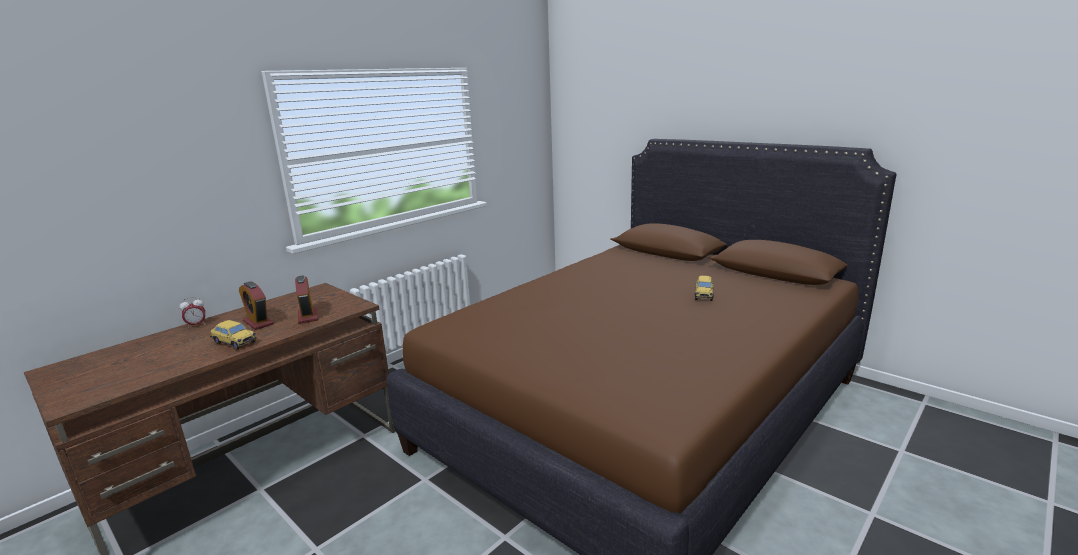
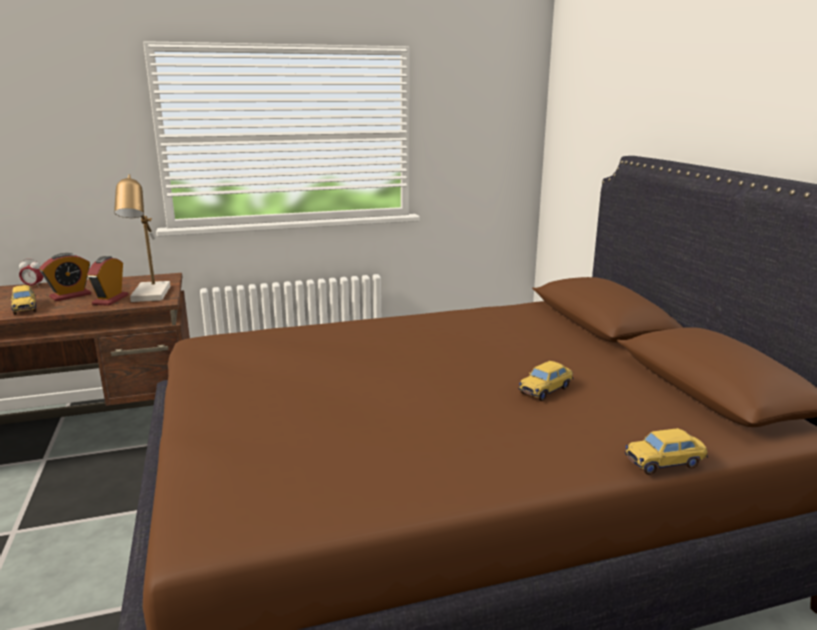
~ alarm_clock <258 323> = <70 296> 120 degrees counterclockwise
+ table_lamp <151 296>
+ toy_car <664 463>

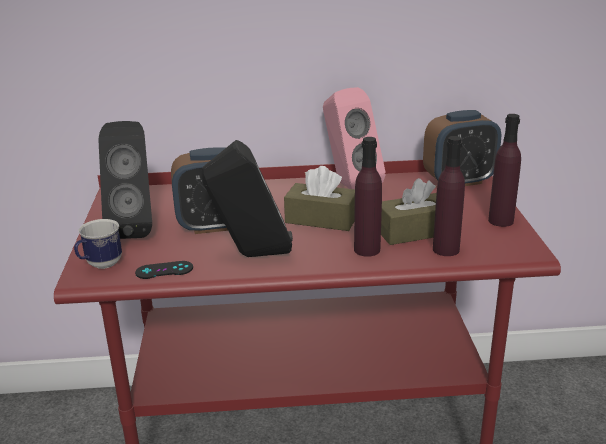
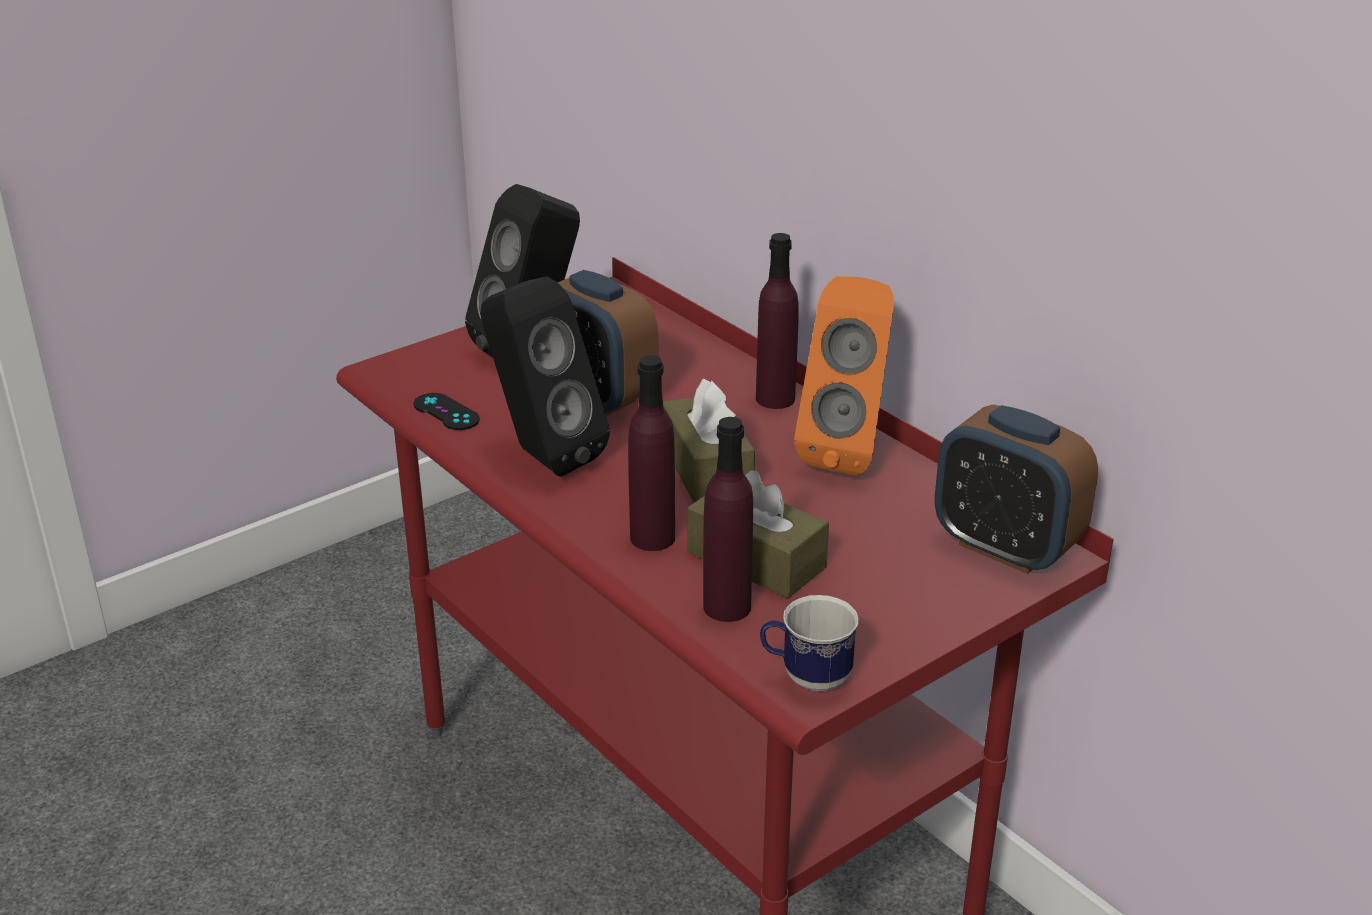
~ mug <100 265> to <806 677>
~ pink_speaker <348 186> to orange_speaker <849 451>
~ purple_bottle <500 221> to <775 398>

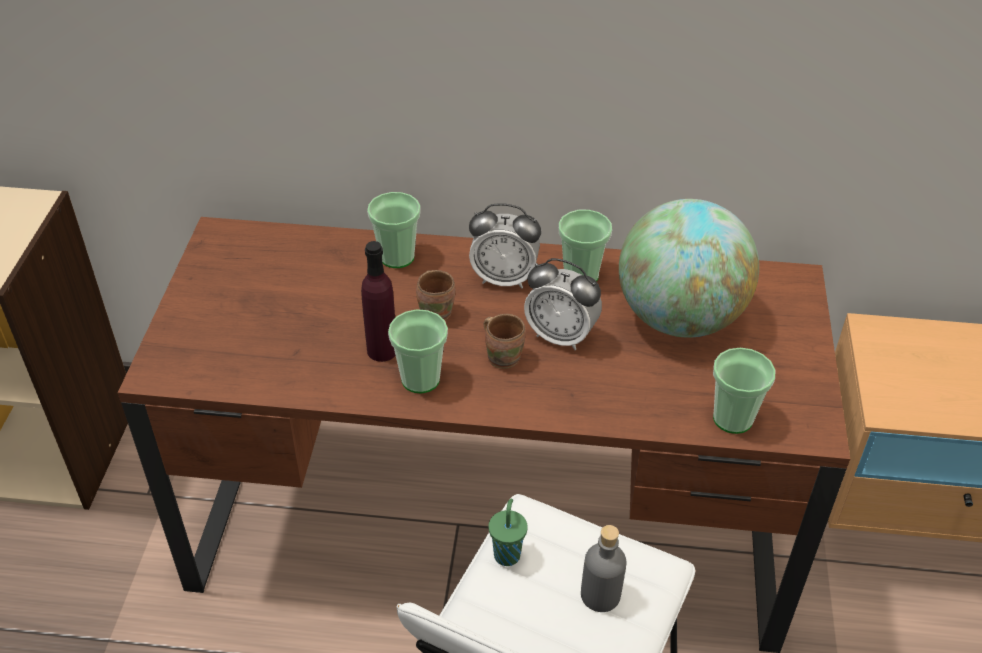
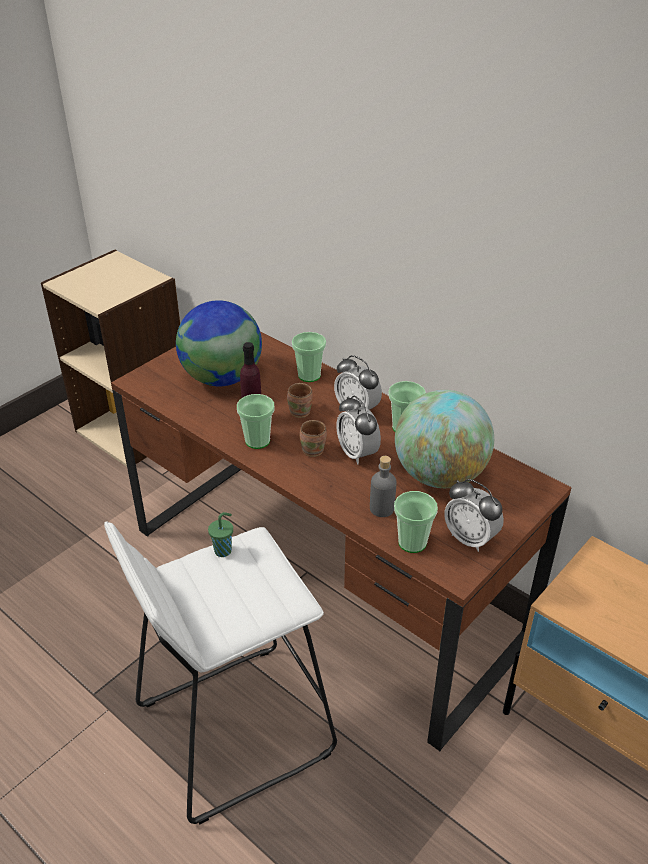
~ grey_bottle <600 595> to <382 508>
+ globe <222 378>
+ alarm_clock <470 538>

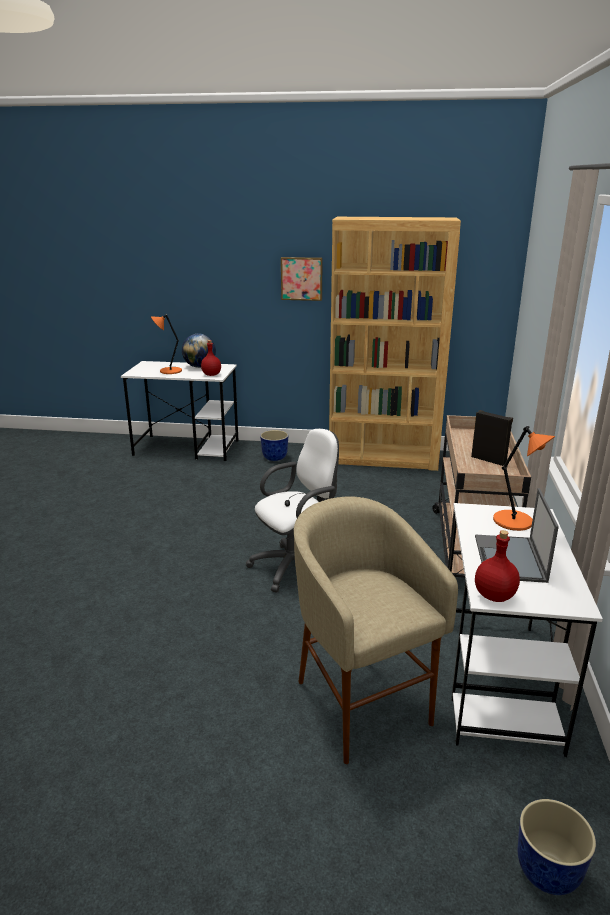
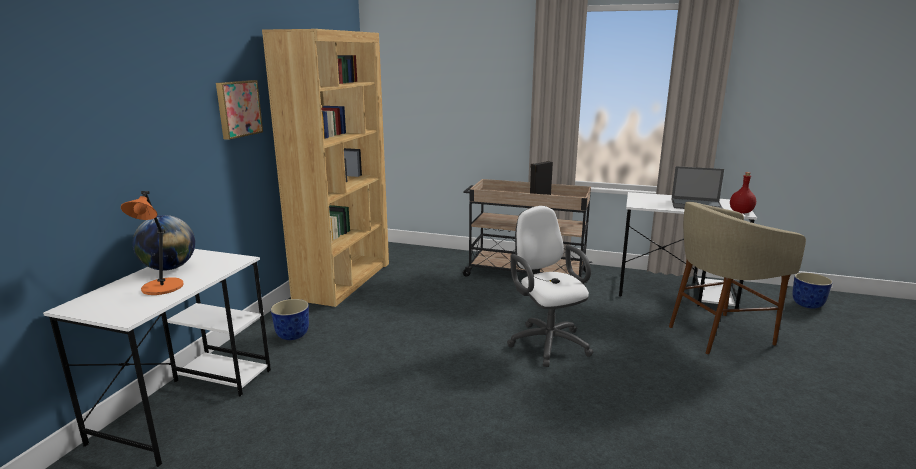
- red_bottle <211 375>
- orange_table_lamp <515 522>

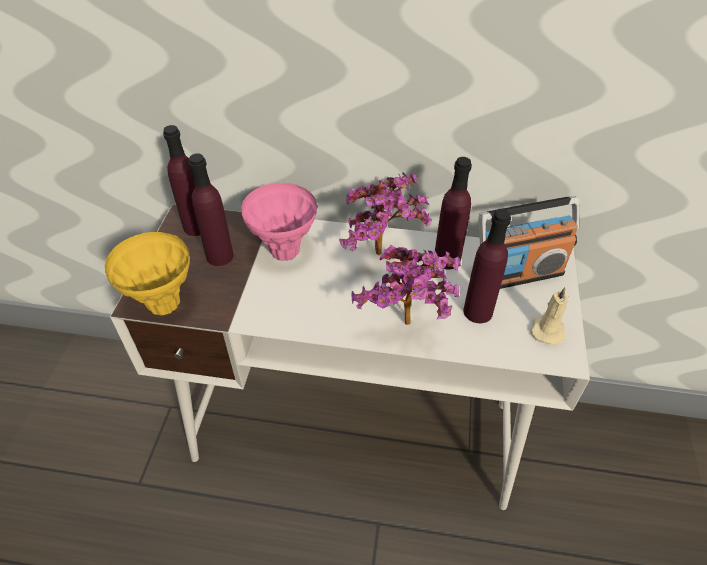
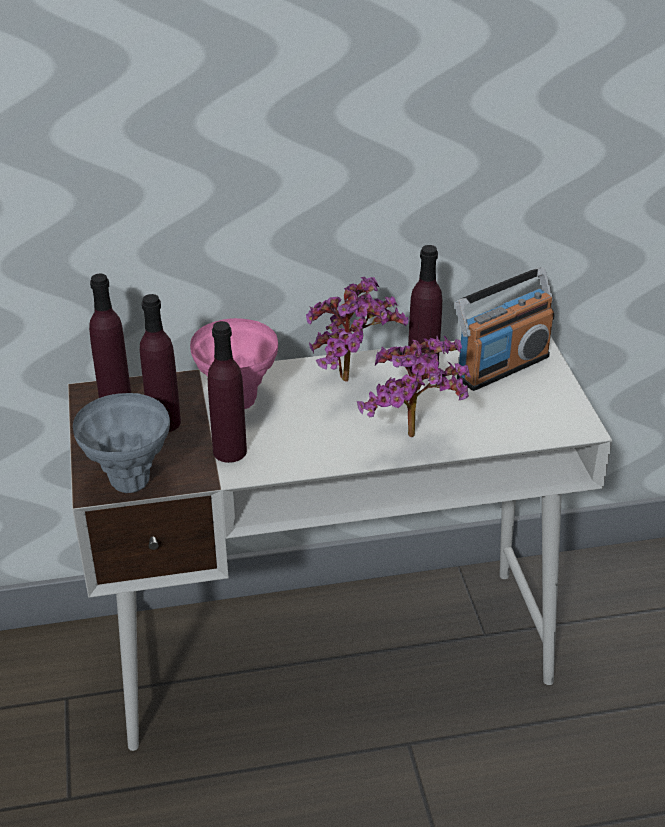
~ yellow_vase <163 304> to grey_vase <129 482>
~ purple_bottle <478 311> to <229 451>
- beige_candle <547 329>

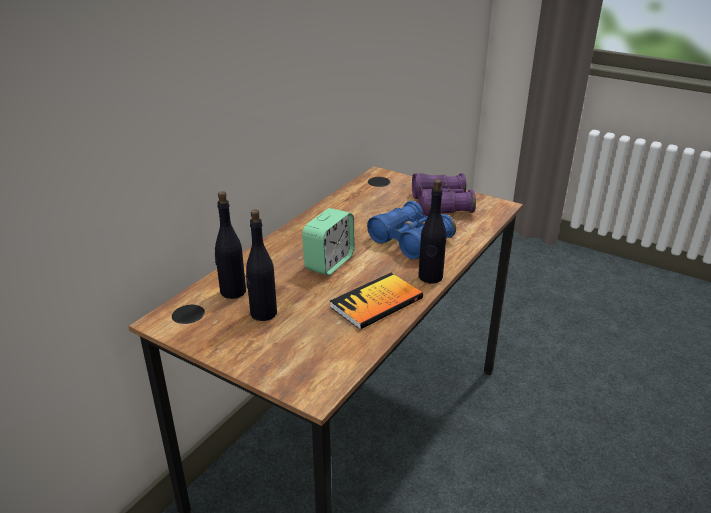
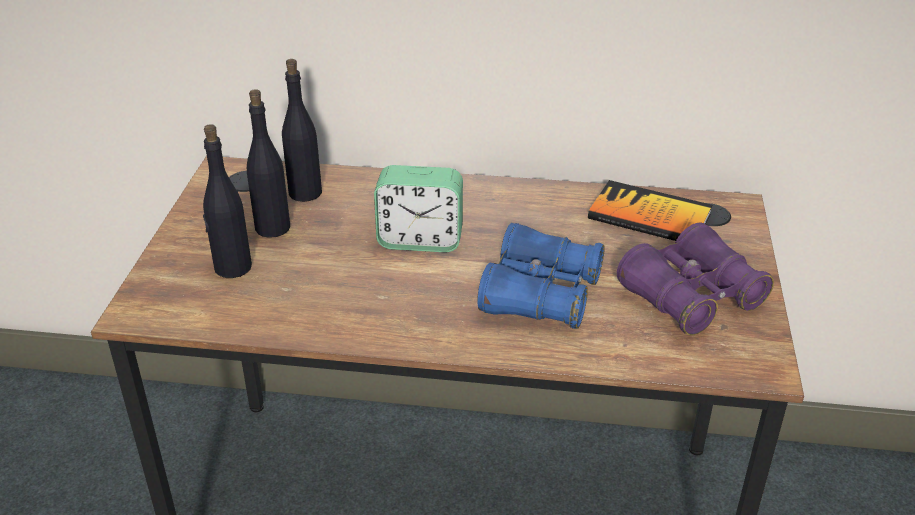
~ book <376 302> to <649 216>
~ black_bottle <430 277> to <232 267>

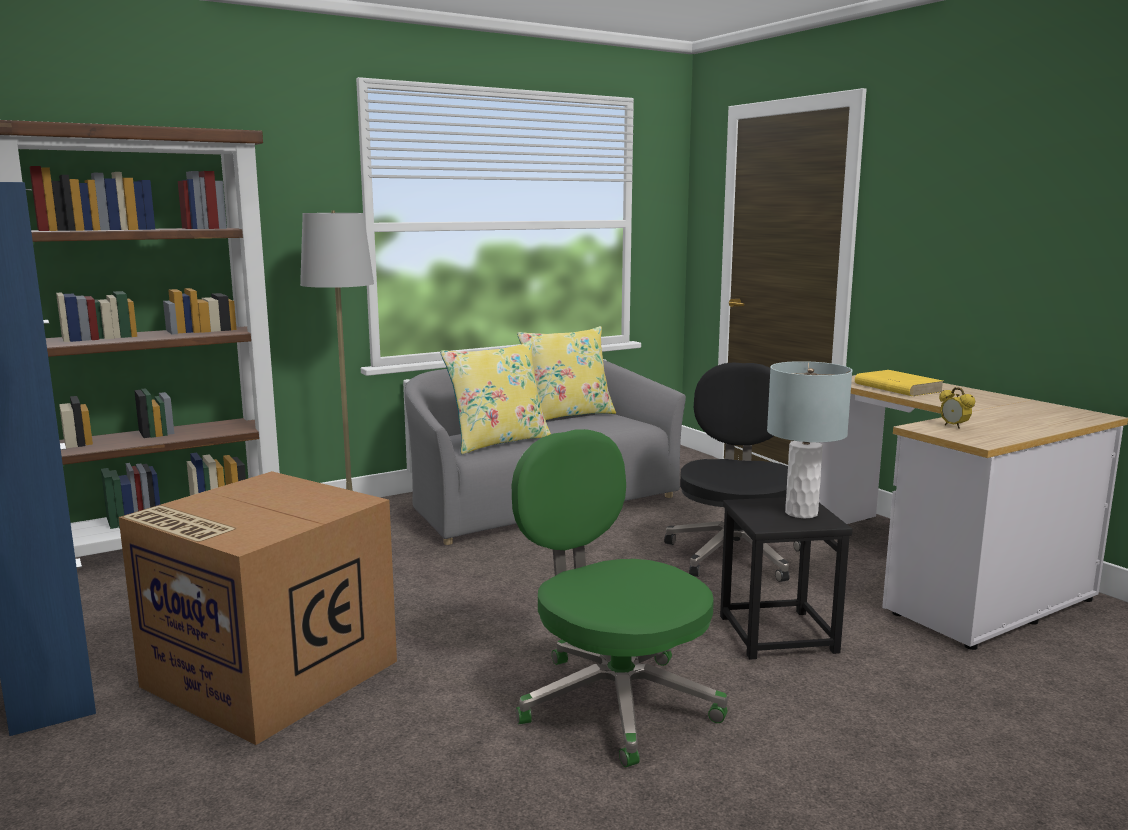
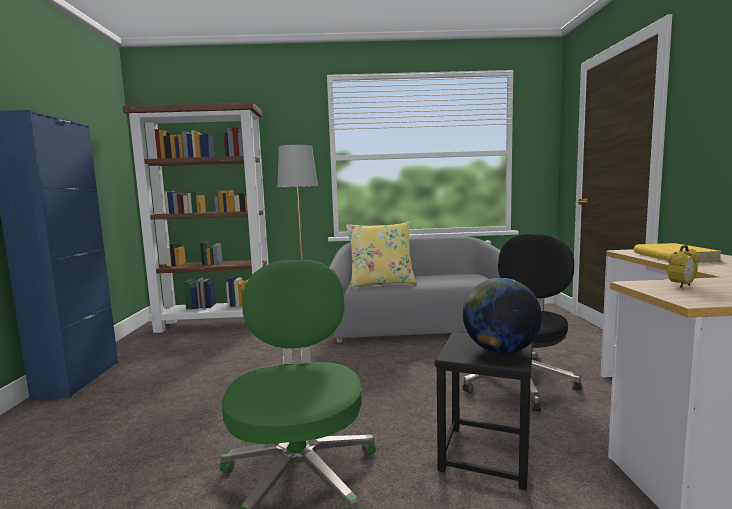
- cardboard_box <267 674>
- yellow_pillow <567 415>
~ grey_table_lamp <800 513> to globe <500 350>
~ alarm_clock <954 426> = <681 286> 120 degrees counterclockwise

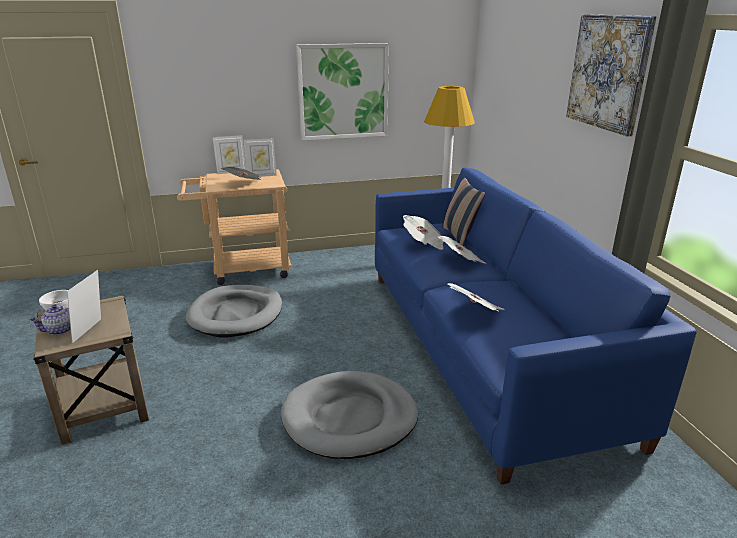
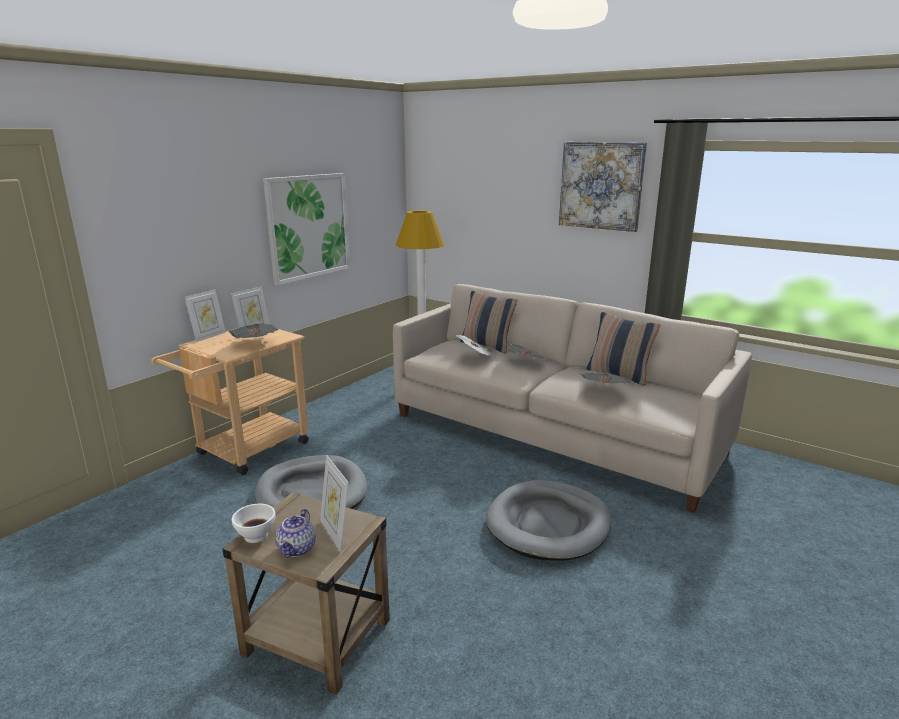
~ blue_sofa <483 347> to beige_sofa <553 433>
+ pillow <619 375>

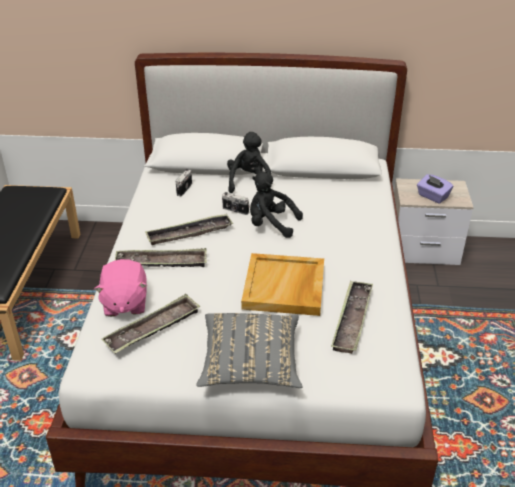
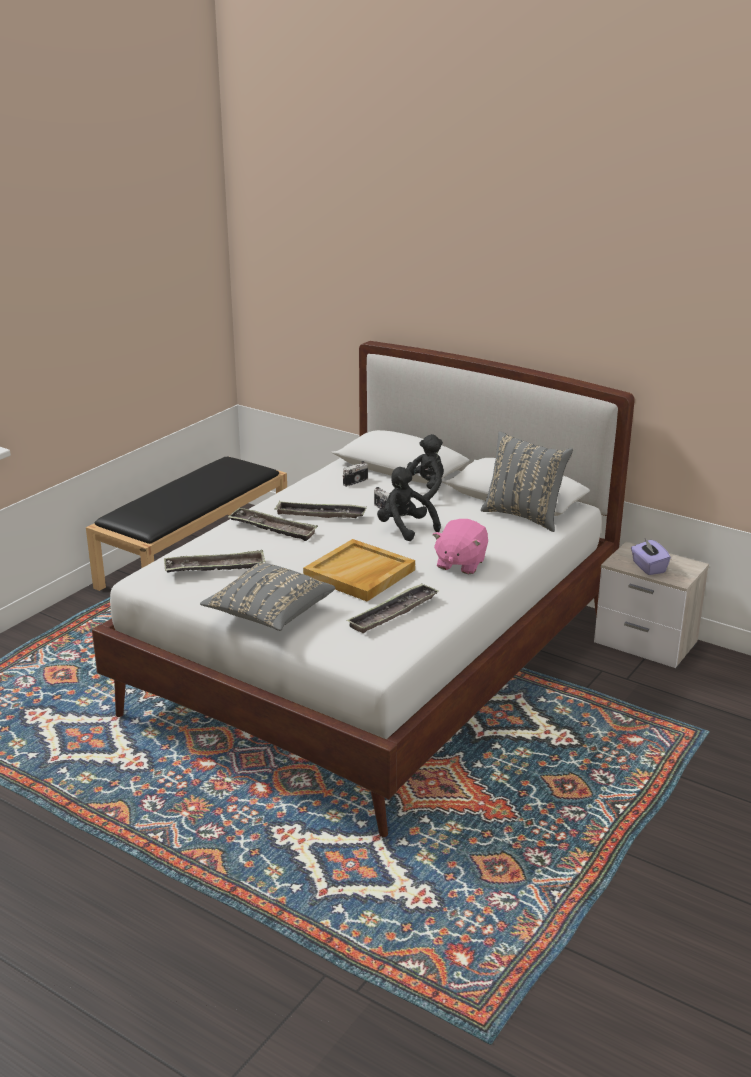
~ pink_plush_toy <124 303> to <460 563>
+ grey_pillow <524 516>

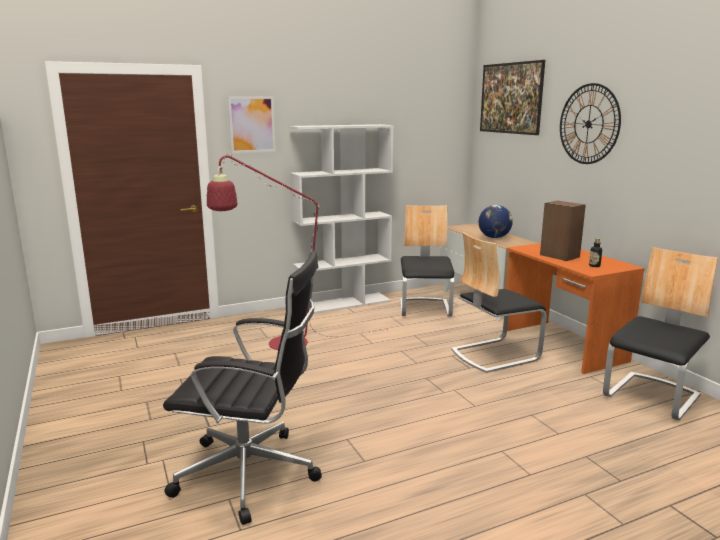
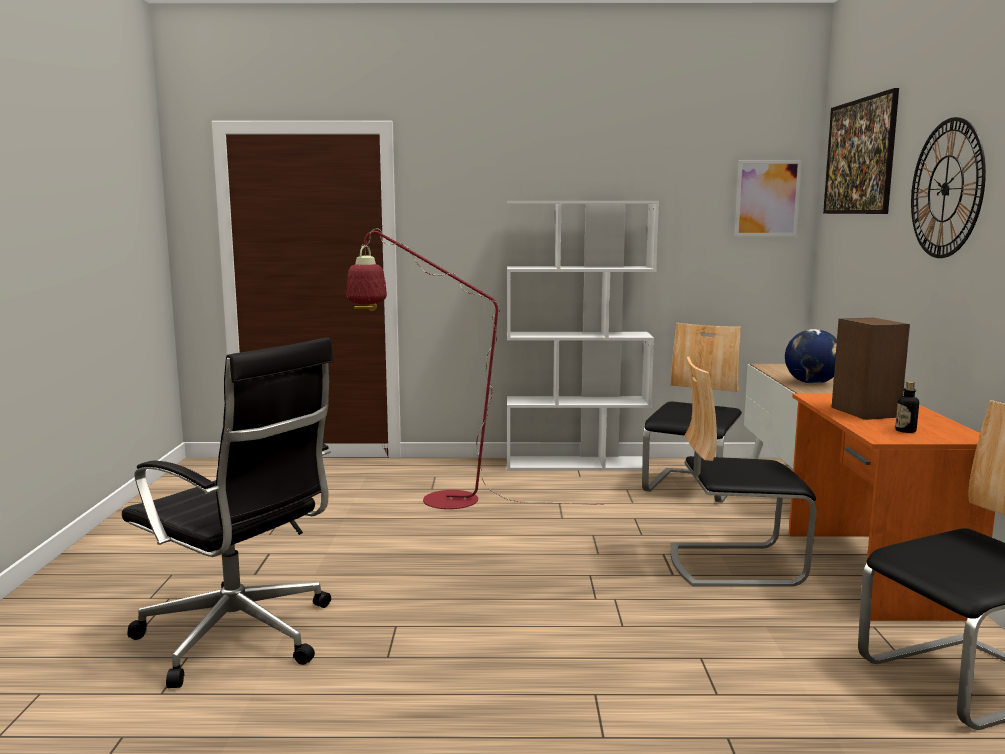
~ picture <252 124> to <767 198>

